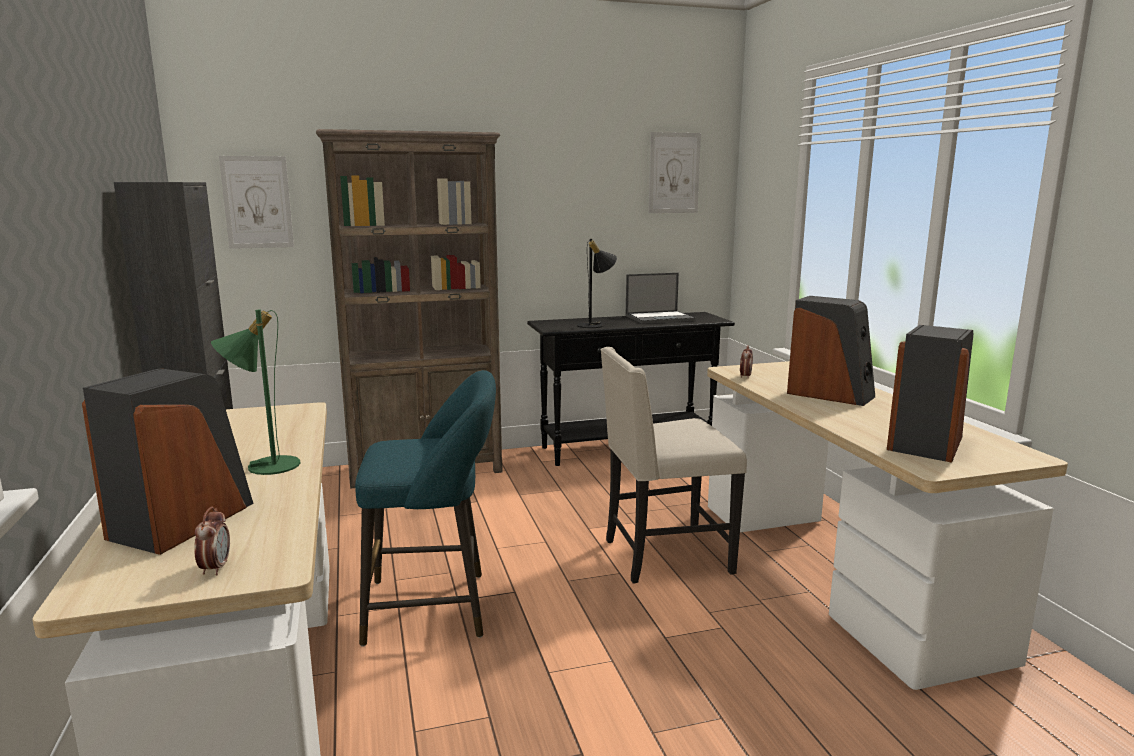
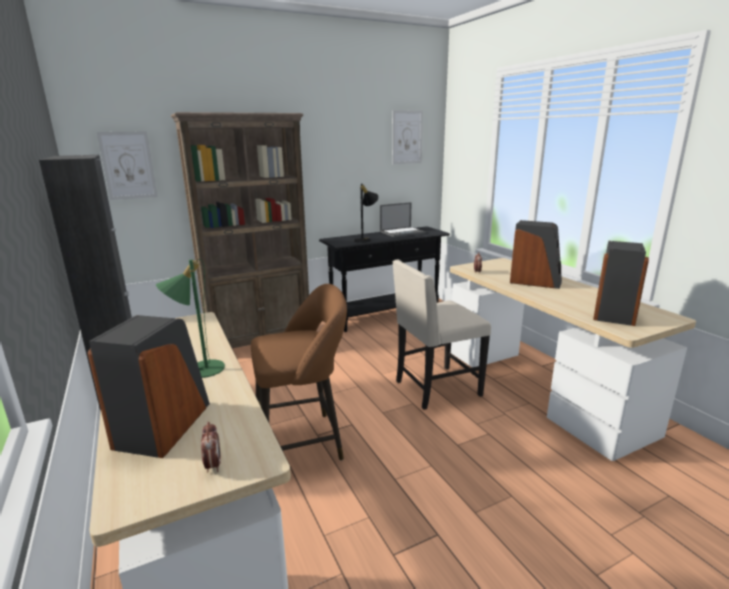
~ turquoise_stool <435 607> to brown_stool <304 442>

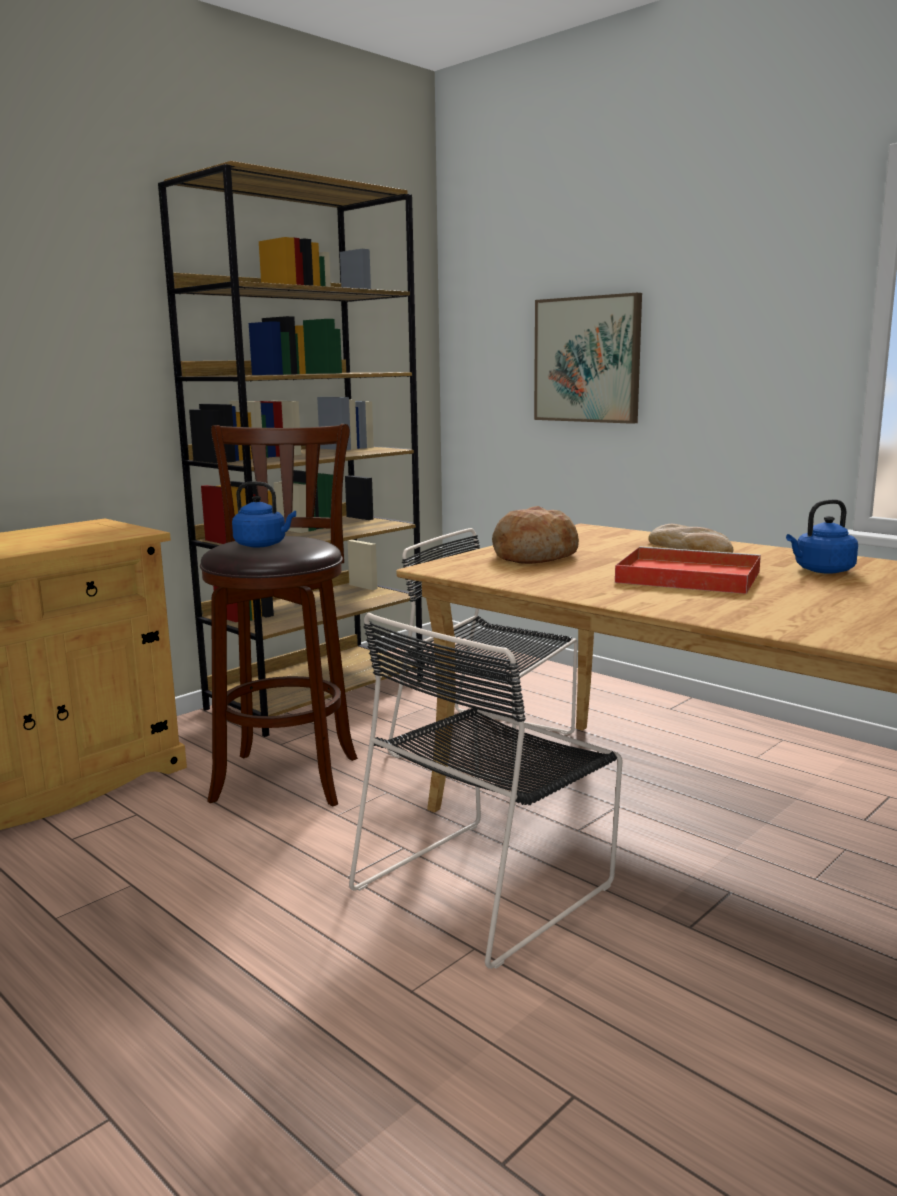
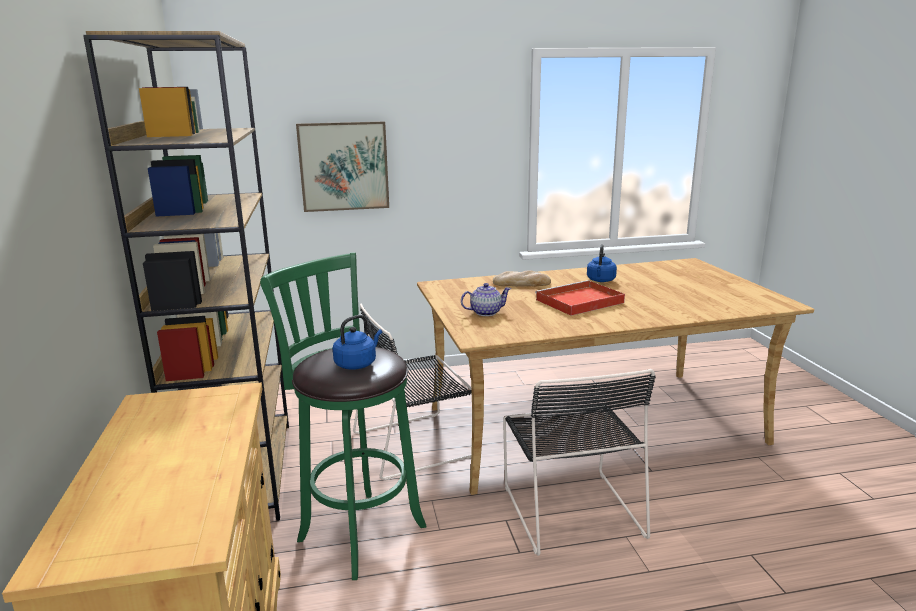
~ brown_stool <288 775> to green_stool <357 530>
~ bread <534 556> to teapot <485 312>

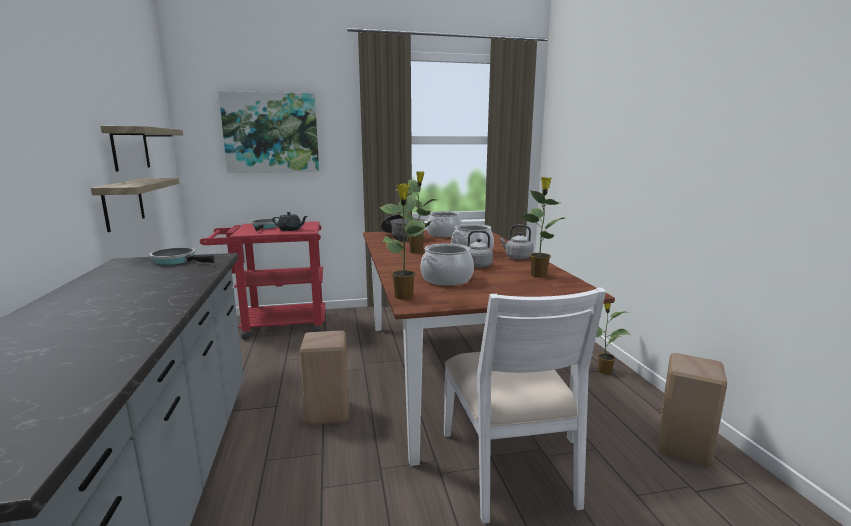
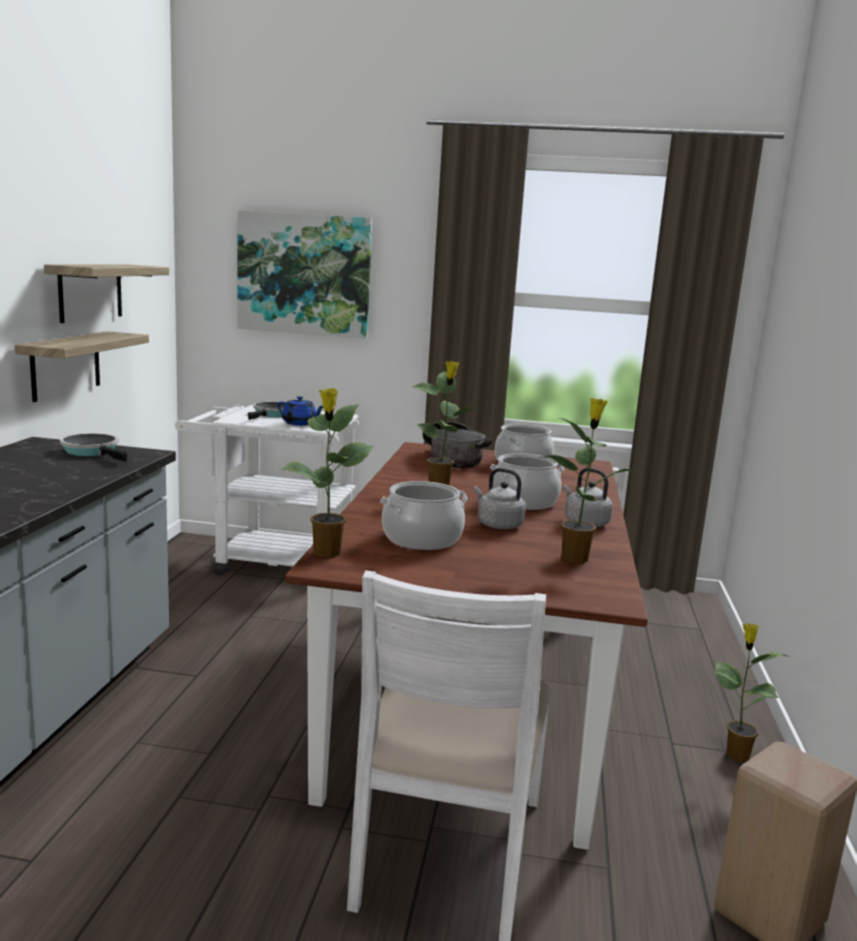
~ red_cart <276 325> to white_cart <271 563>
~ black_teapot <290 229> to blue_teapot <300 423>
- beige_stool <327 412>

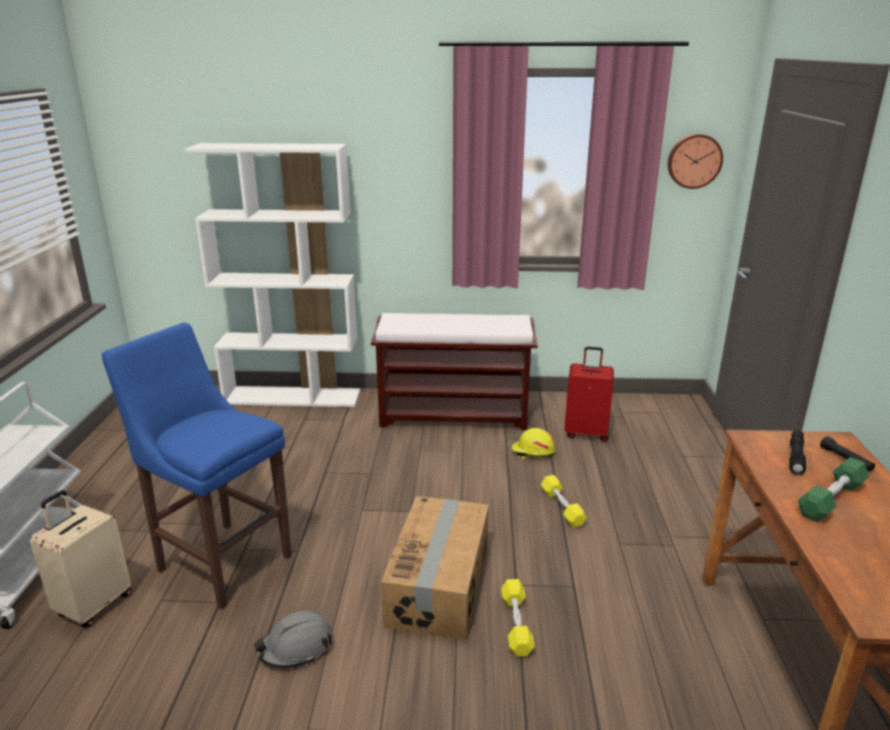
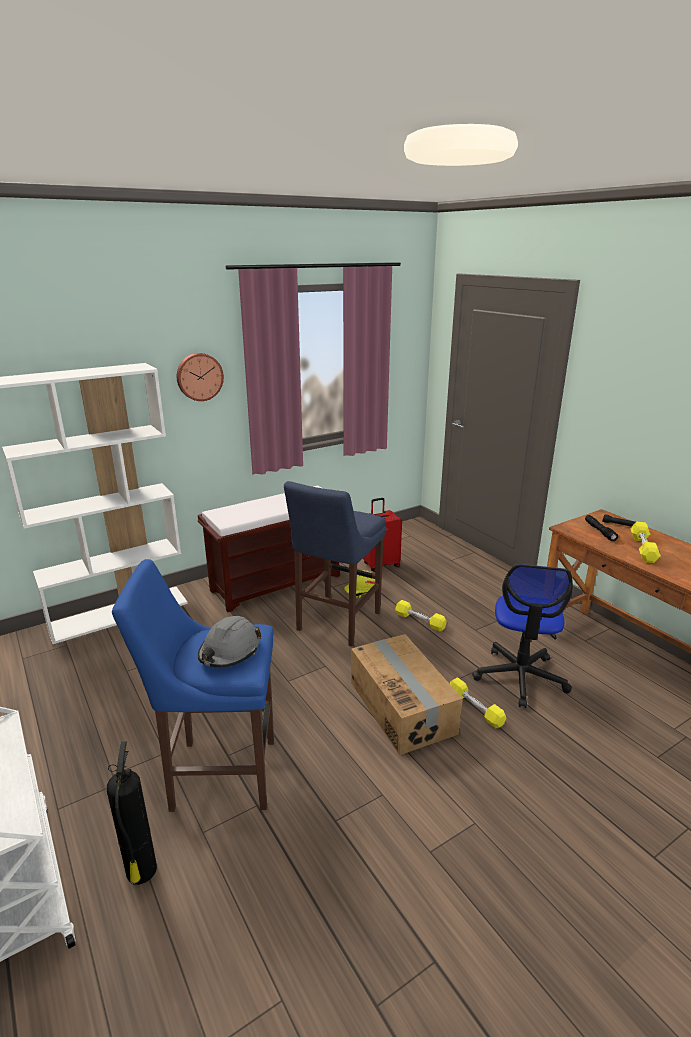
~ beige_suitcase <94 605> to fire_extinguisher <141 873>
~ grey_hard_hat <296 647> to <229 651>
~ wall_clock <694 161> to <199 376>
~ green_dumbbell <831 499> to yellow_dumbbell <642 548>
+ blue_stool <336 623>
+ office_chair <520 677>

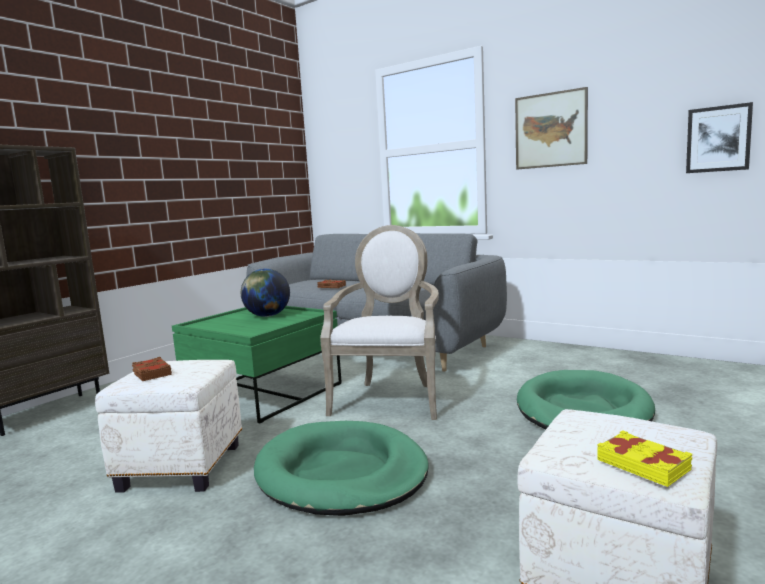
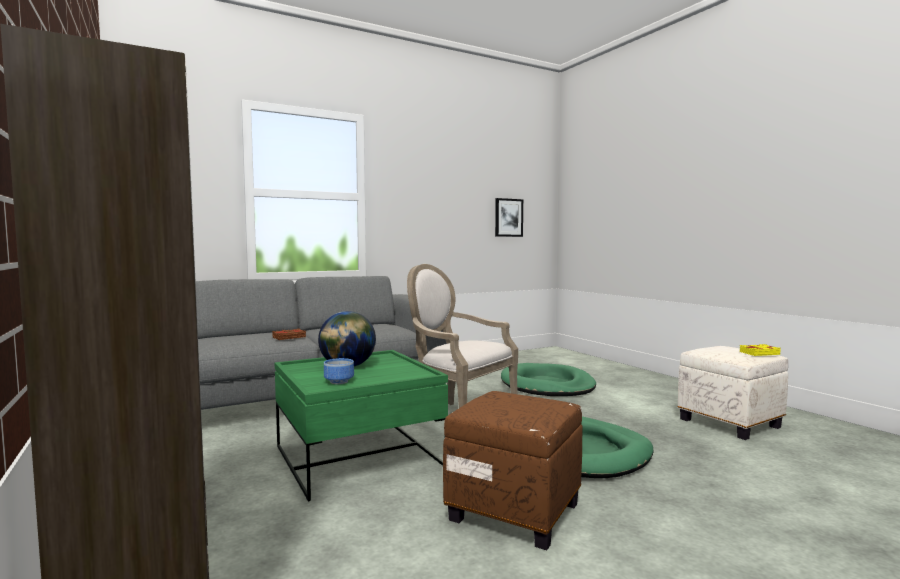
~ white_ottoman <181 466> to brown_ottoman <512 512>
- brown_book <151 373>
- picture <550 130>
+ bowl <339 381>

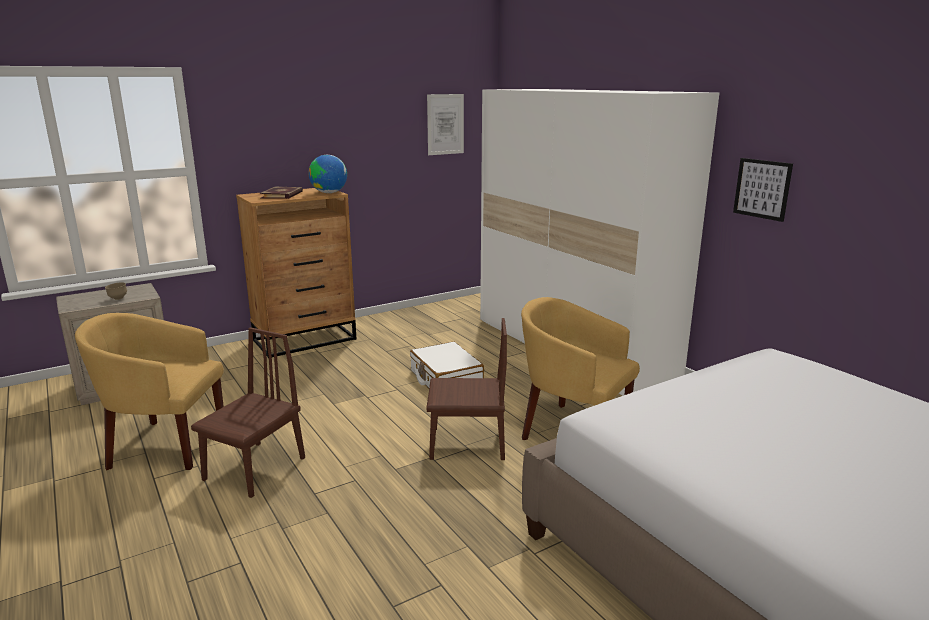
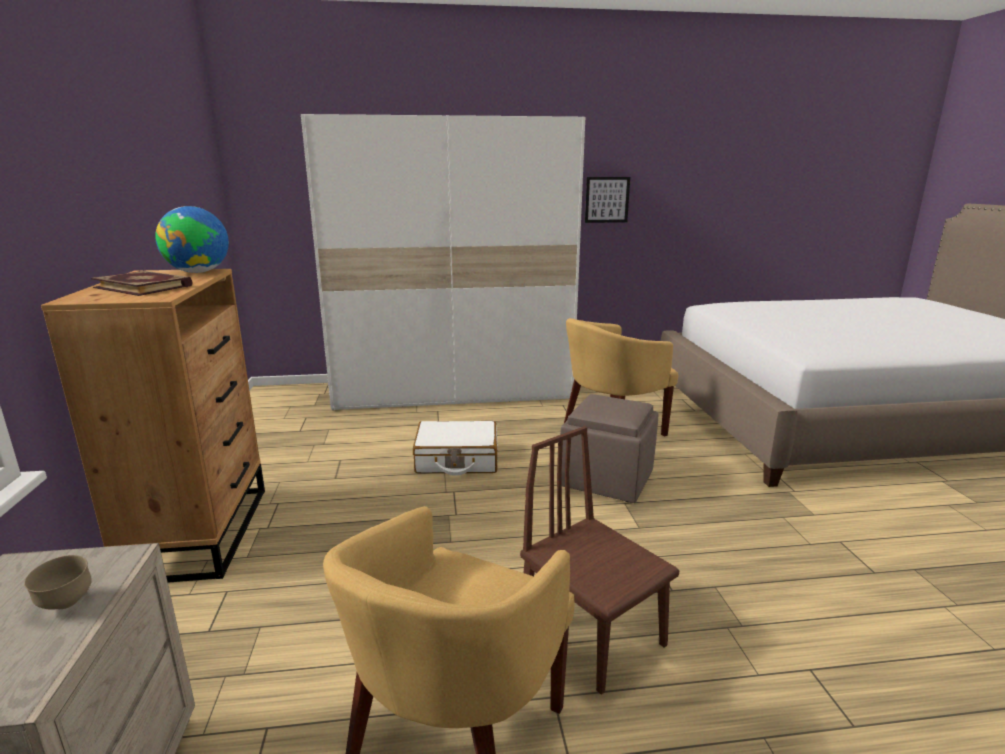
~ brown_chair <467 443> to brown_ottoman <608 479>
- picture <445 124>

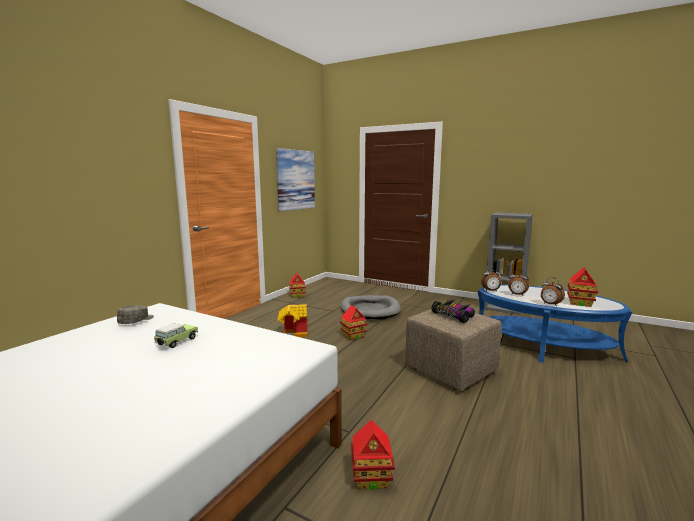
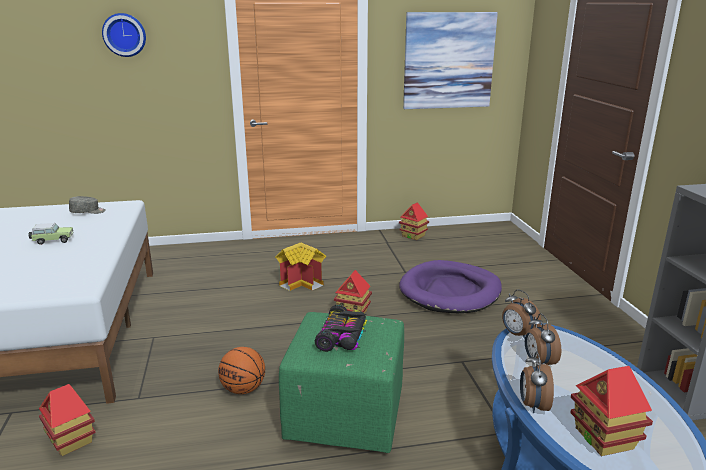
~ grey_dog_bed <370 310> to purple_dog_bed <450 291>
~ beige_ottoman <451 371> to green_ottoman <346 417>
+ wall_clock <124 35>
+ basketball <243 389>

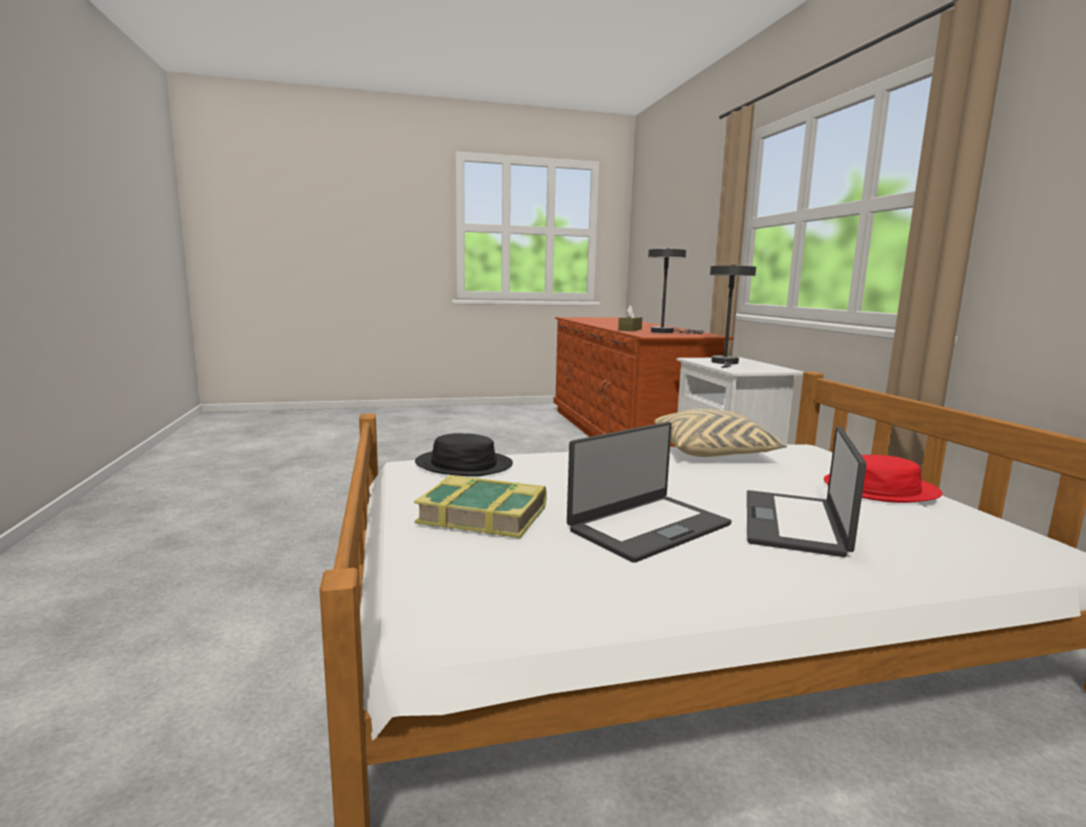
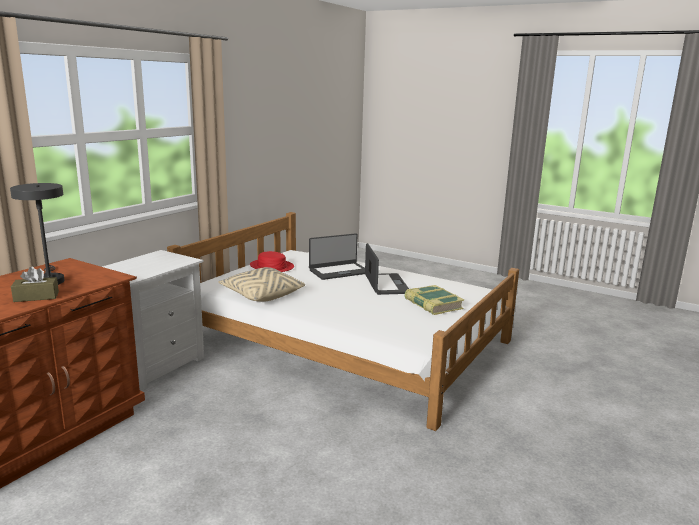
- black_hat <463 465>
~ laptop <648 527> = <386 284> 75 degrees clockwise
- grey_table_lamp <725 363>

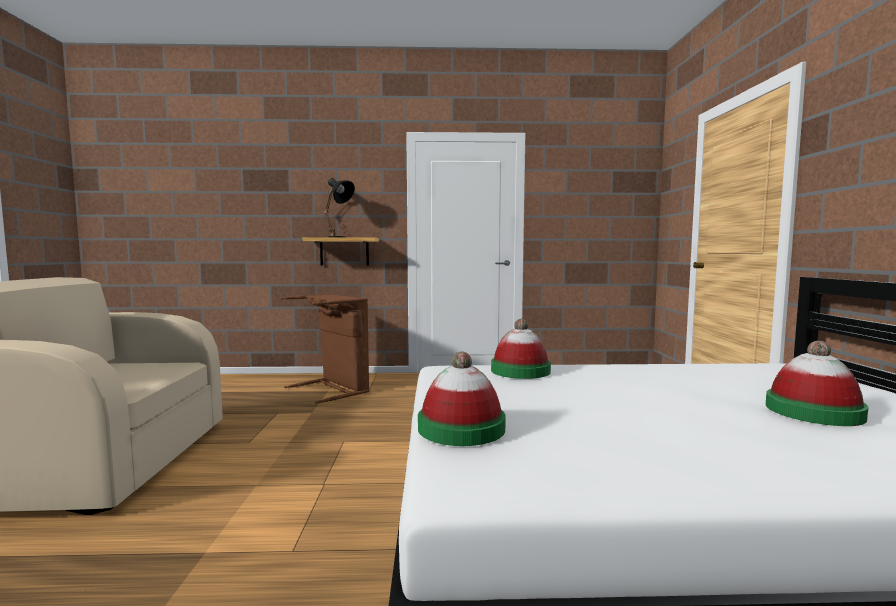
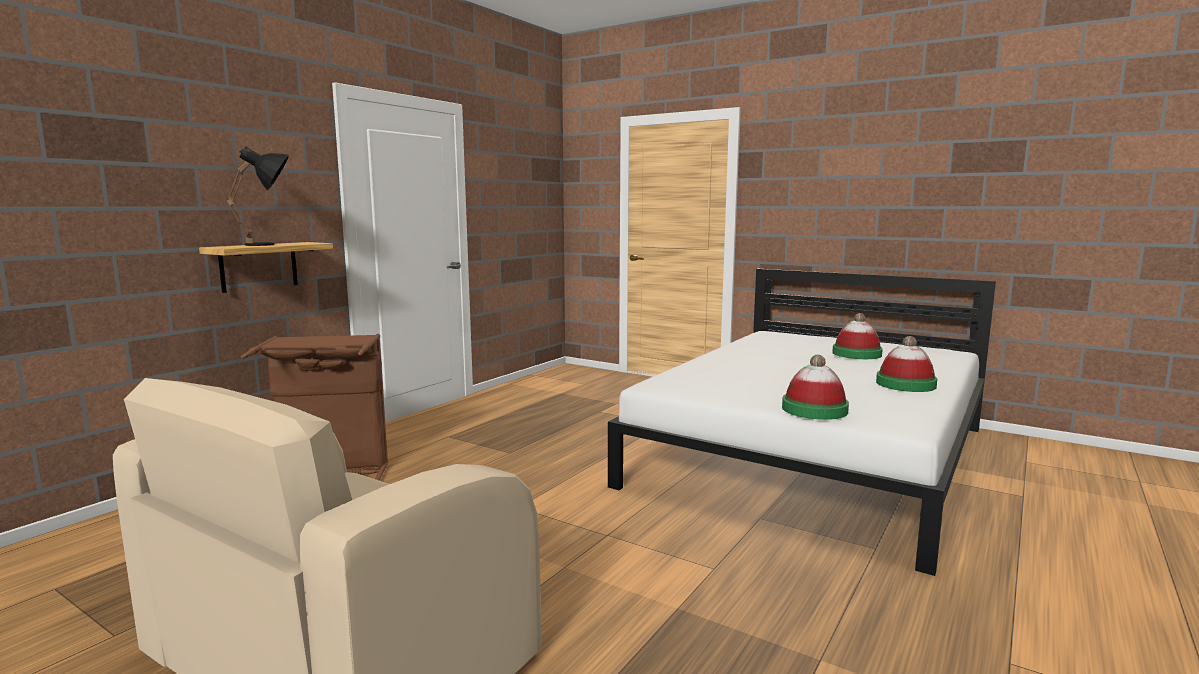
~ hat <520 370> to <905 384>

